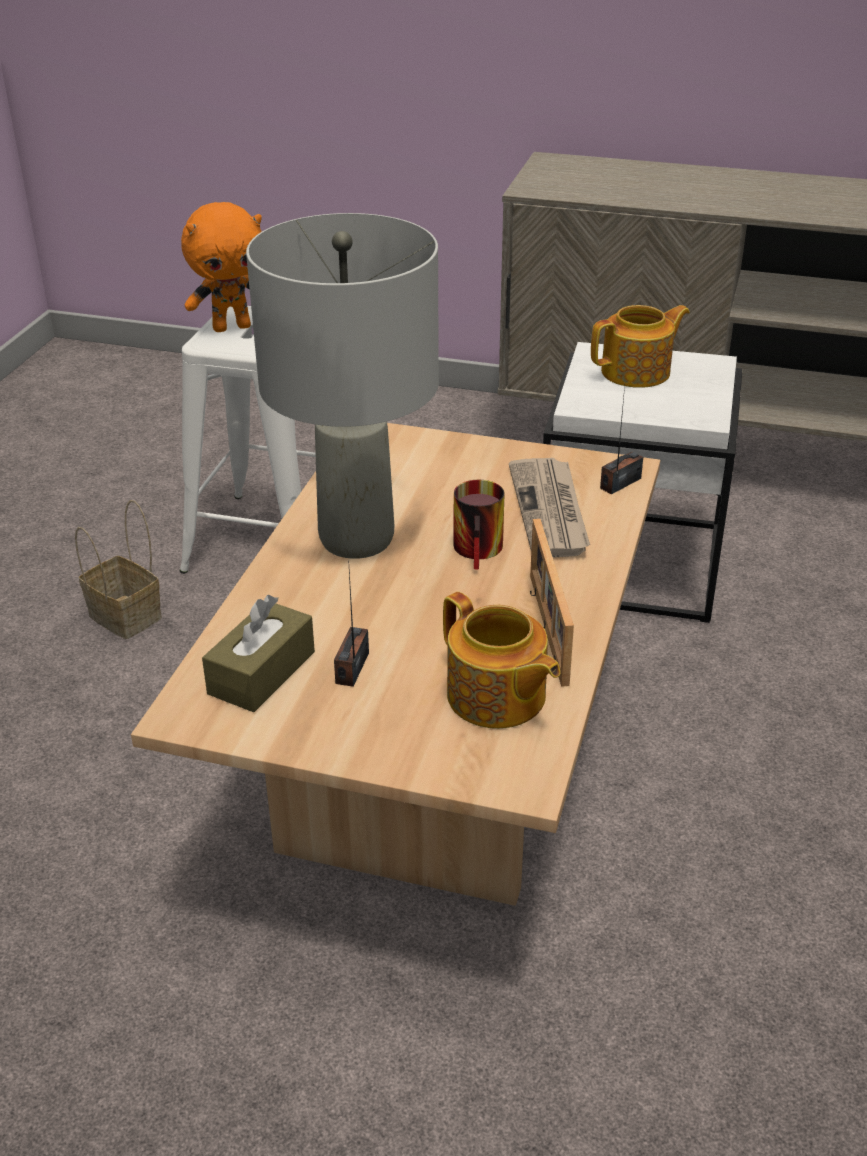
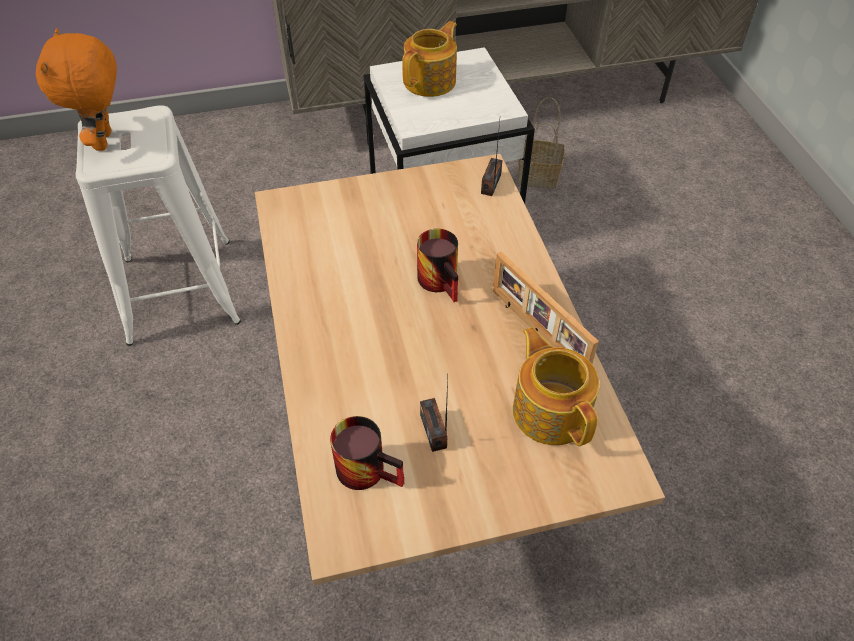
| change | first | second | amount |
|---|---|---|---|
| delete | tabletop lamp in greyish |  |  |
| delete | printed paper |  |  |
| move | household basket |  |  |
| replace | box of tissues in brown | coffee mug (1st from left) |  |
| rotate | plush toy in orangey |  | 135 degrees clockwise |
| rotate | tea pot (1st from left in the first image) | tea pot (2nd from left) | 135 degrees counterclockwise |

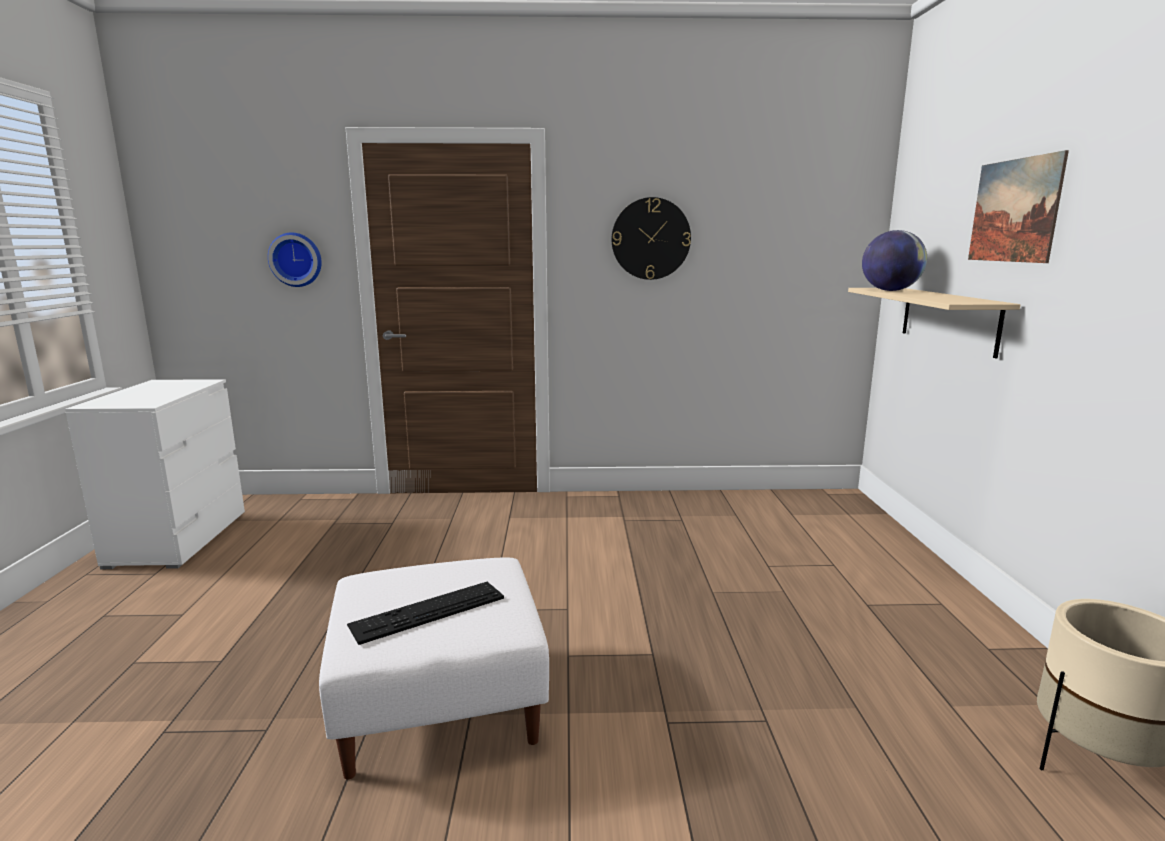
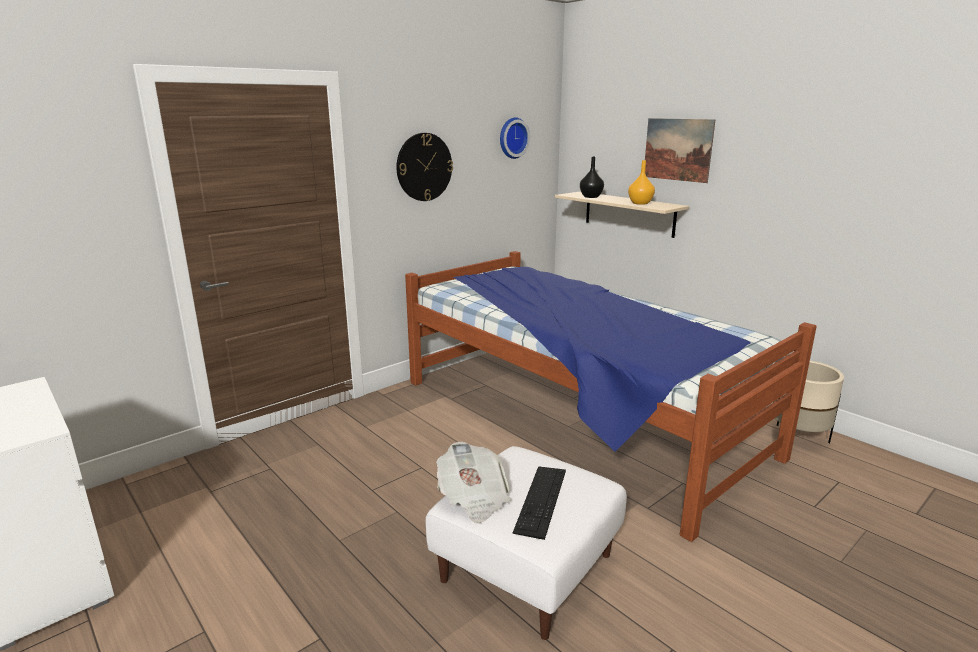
| change | first | second | amount |
|---|---|---|---|
| insert |  | sleeping bed |  |
| insert |  | printed paper |  |
| insert |  | vase in orangey |  |
| move | clock on the wall (1st from left in the first image) | clock on the wall (2nd from left) |  |
| replace | globe | vase in black |  |

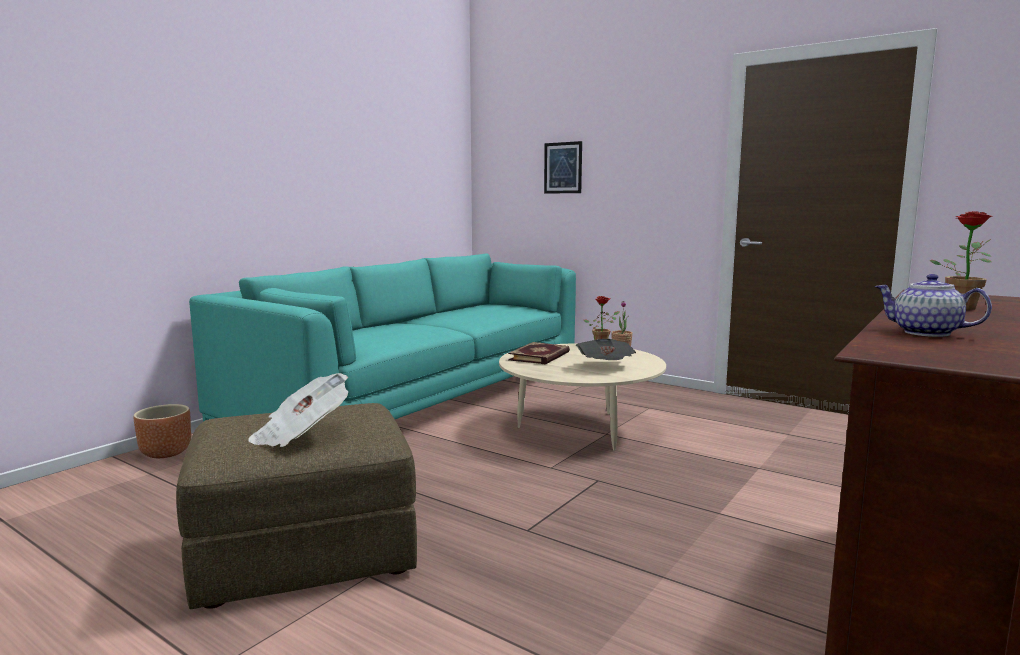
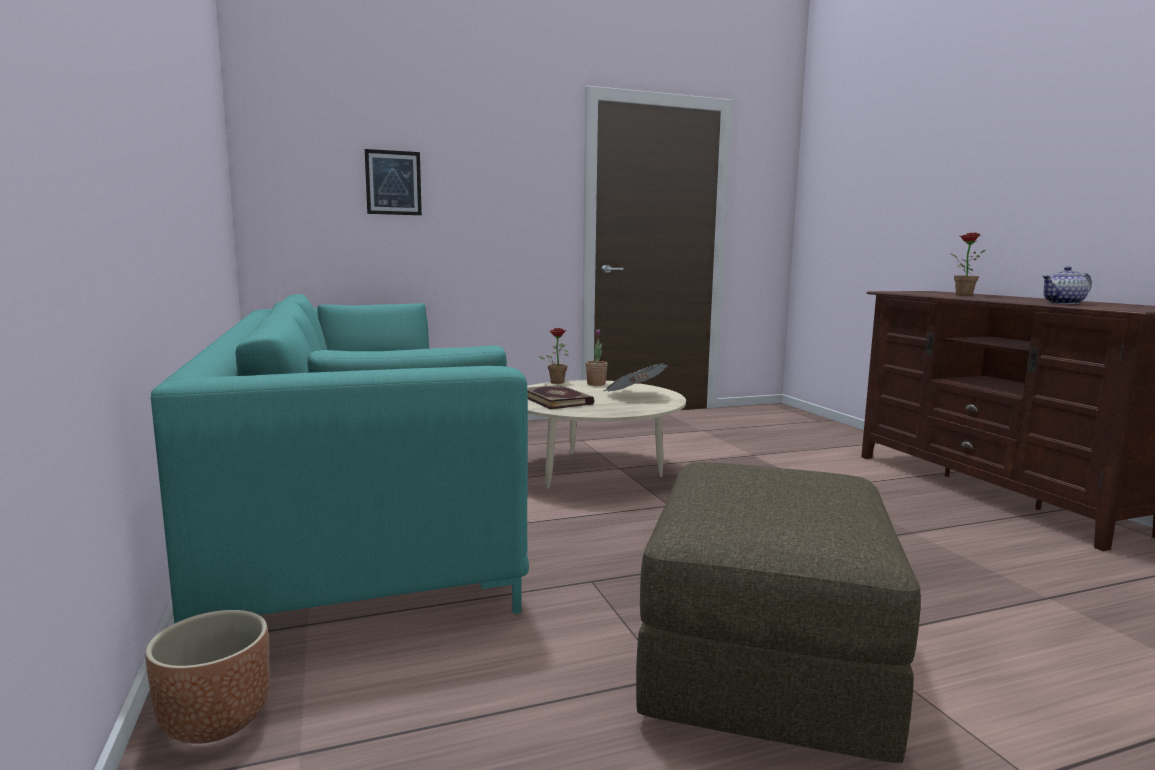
| change | first | second | amount |
|---|---|---|---|
| delete | printed paper (1st from left) |  |  |

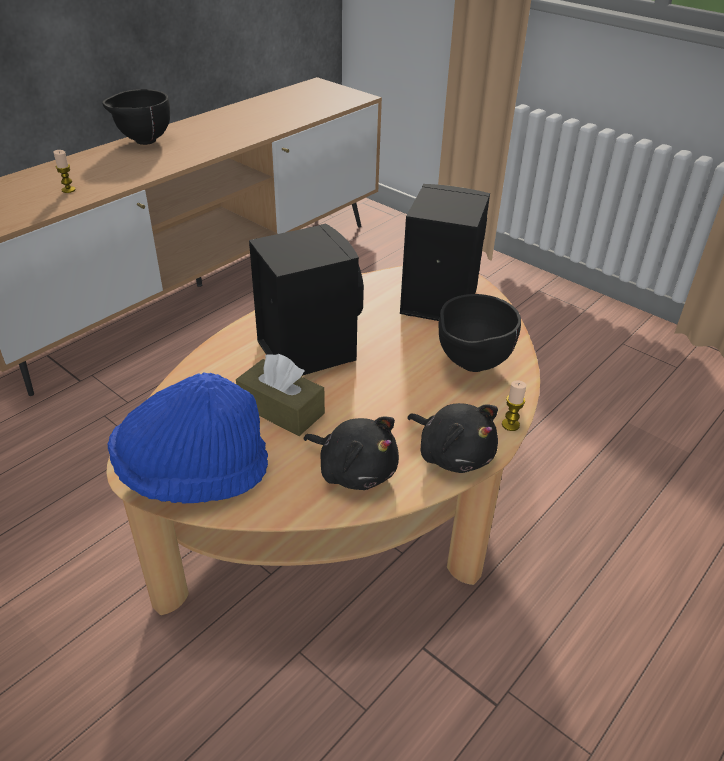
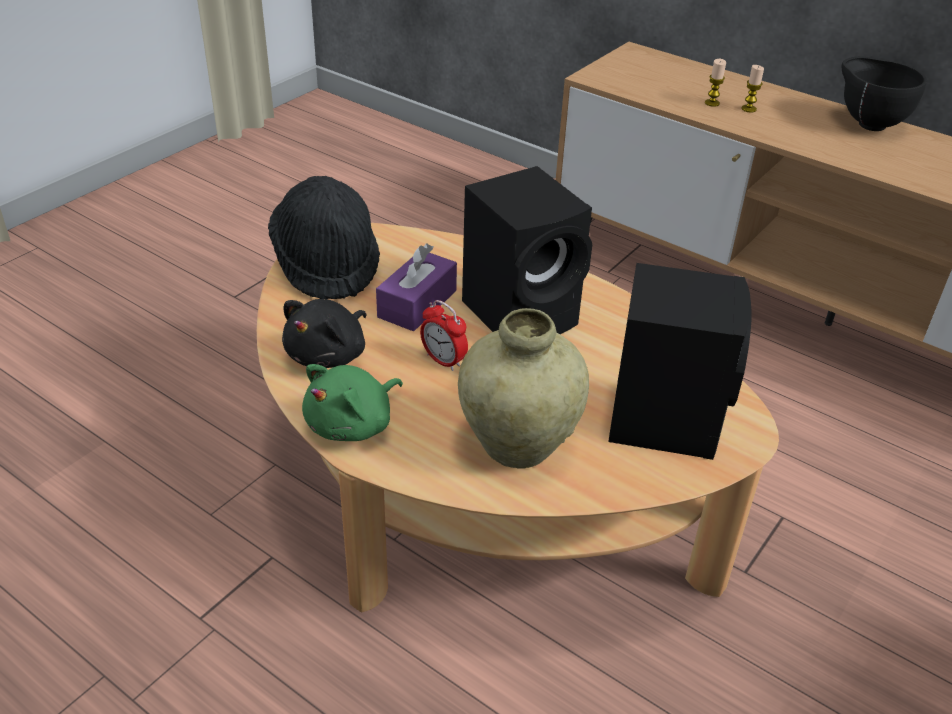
| change | first | second | amount |
|---|---|---|---|
| insert |  | alarm clock |  |
| move | wax light (2nd from left) |  |  |
| replace | serving bowl in black (2nd from left) | vase in beige-coloured |  |
| recolor | clothing hat in bluish | clothing hat in black |  |
| recolor | box of tissues in brown | box of tissues in purplish |  |
| recolor | plush toy in black (2nd from left) | plush toy in greenish |  |

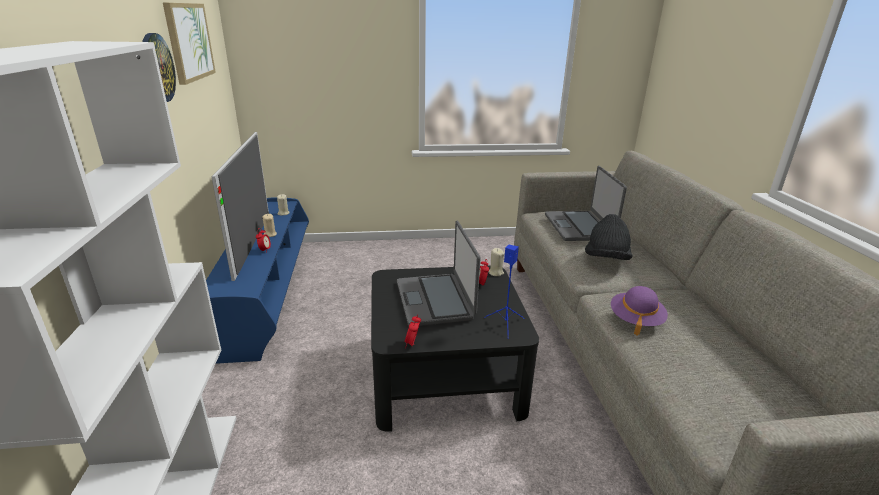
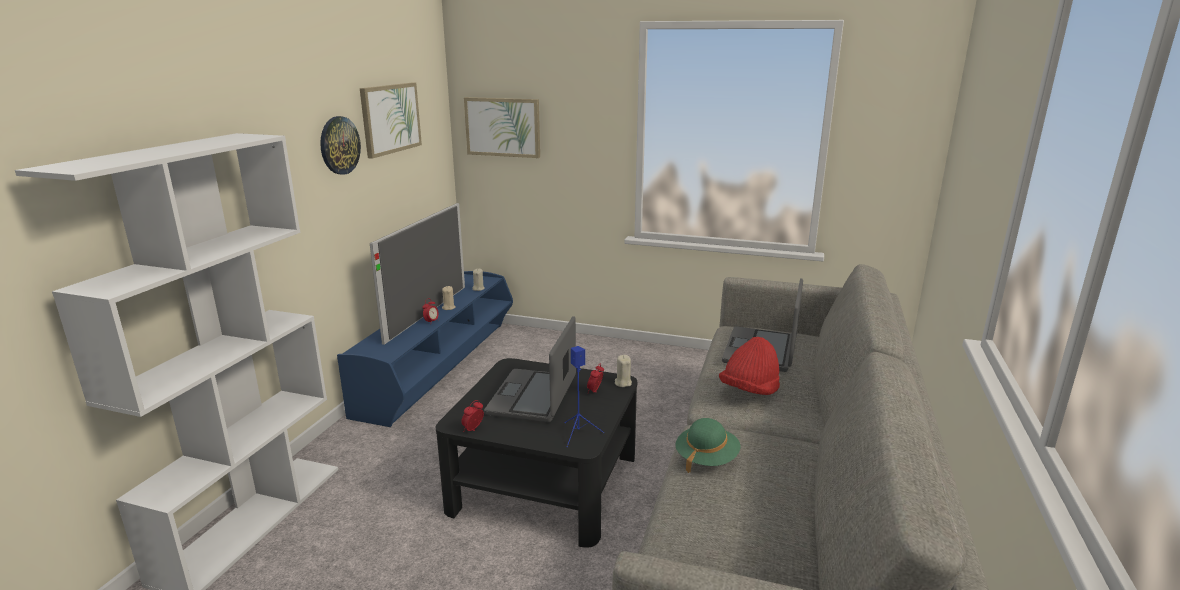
| change | first | second | amount |
|---|---|---|---|
| insert |  | wall picture (2nd from left) |  |
| recolor | clothing hat in black | clothing hat in red-coloured |  |
| recolor | clothing hat in purplish | clothing hat in greenish |  |

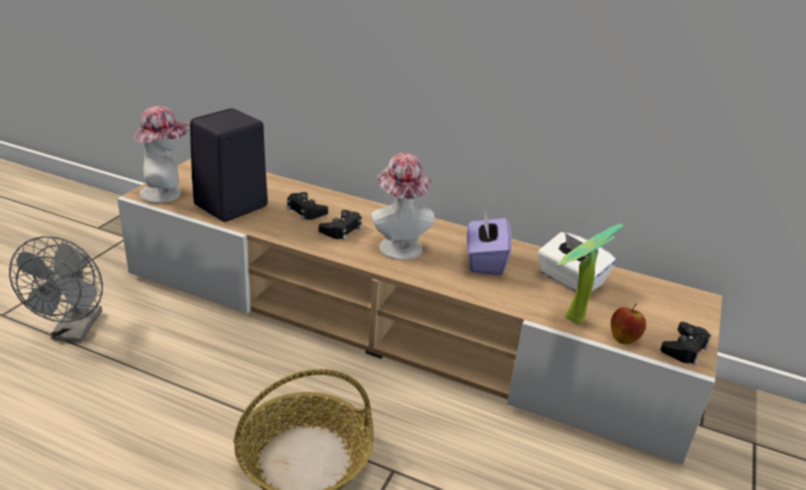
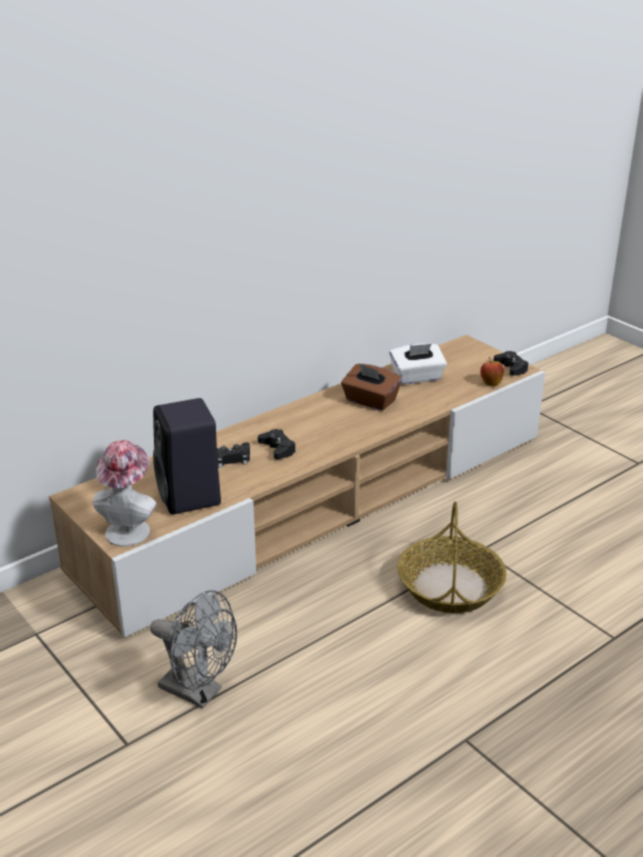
| change | first | second | amount |
|---|---|---|---|
| delete | clothing hat (2nd from left) |  |  |
| delete | plant in a pot |  |  |
| recolor | box of tissues in purplish | box of tissues in brown |  |

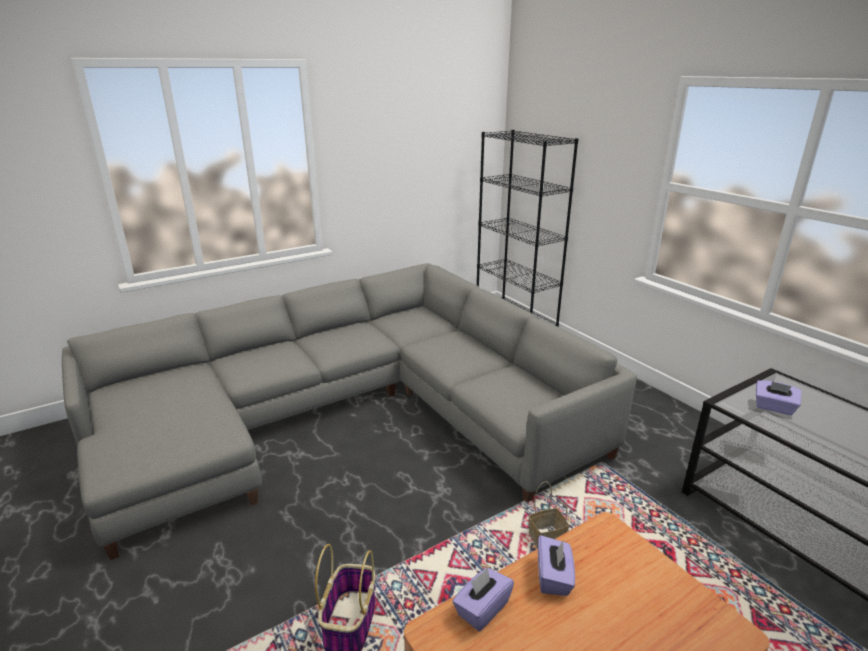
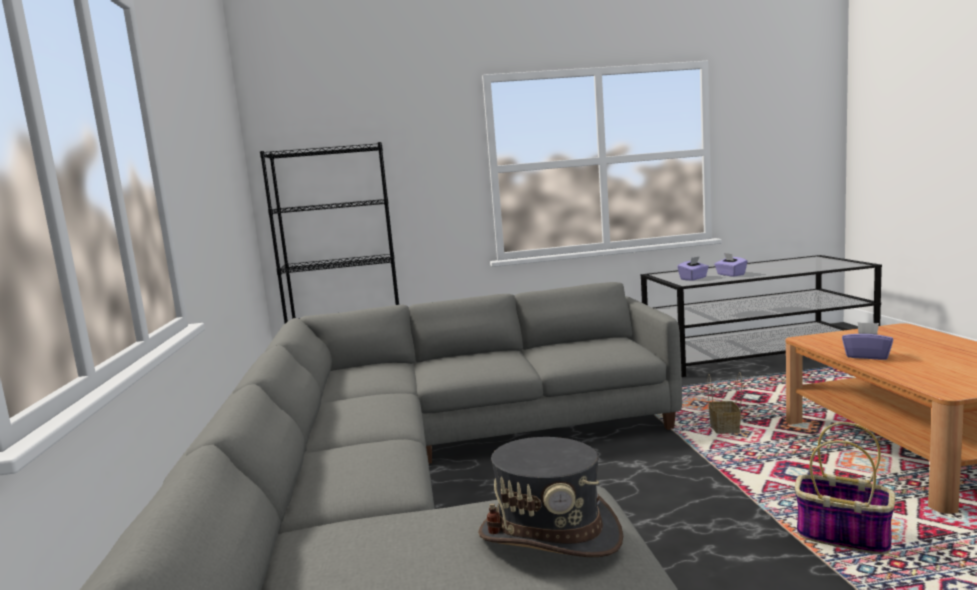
| change | first | second | amount |
|---|---|---|---|
| insert |  | clothing hat in greyish |  |
| move | box of tissues in purplish (1st from left in the first image) | box of tissues in purplish (2nd from left) |  |

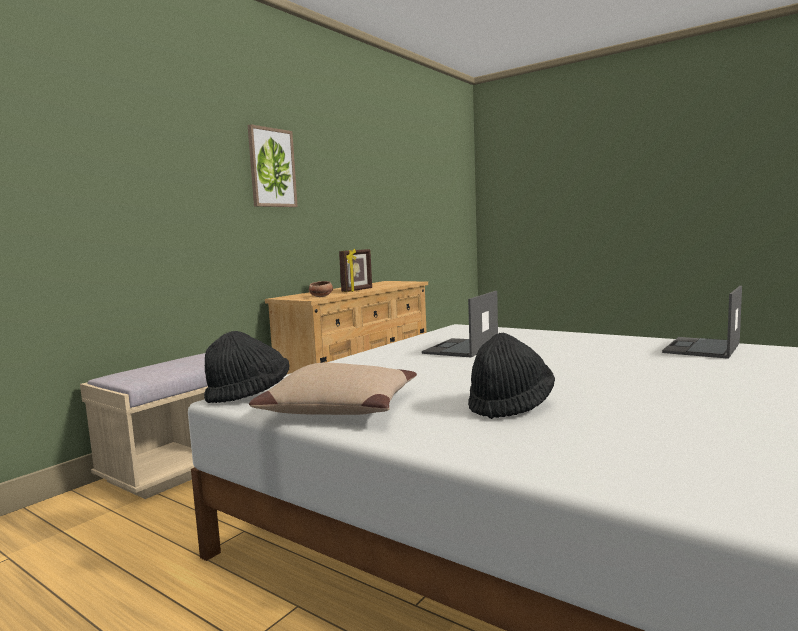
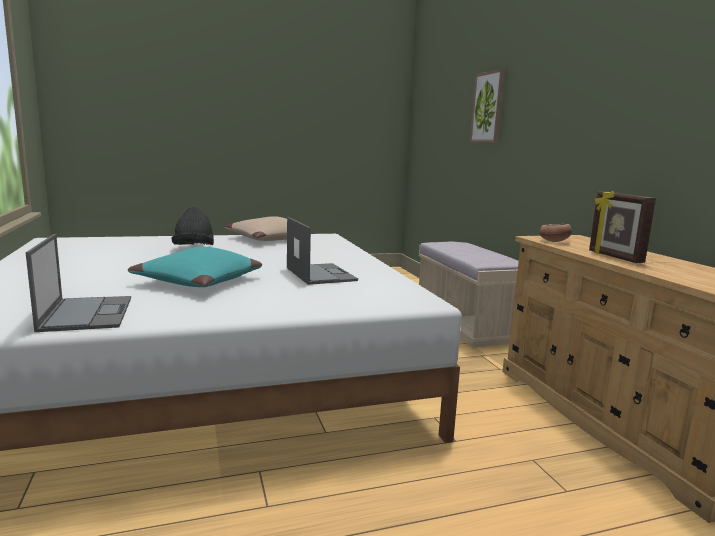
| change | first | second | amount |
|---|---|---|---|
| delete | clothing hat in black (1st from left) |  |  |
| insert |  | pillow in turquoise |  |
| move | wall picture |  |  |

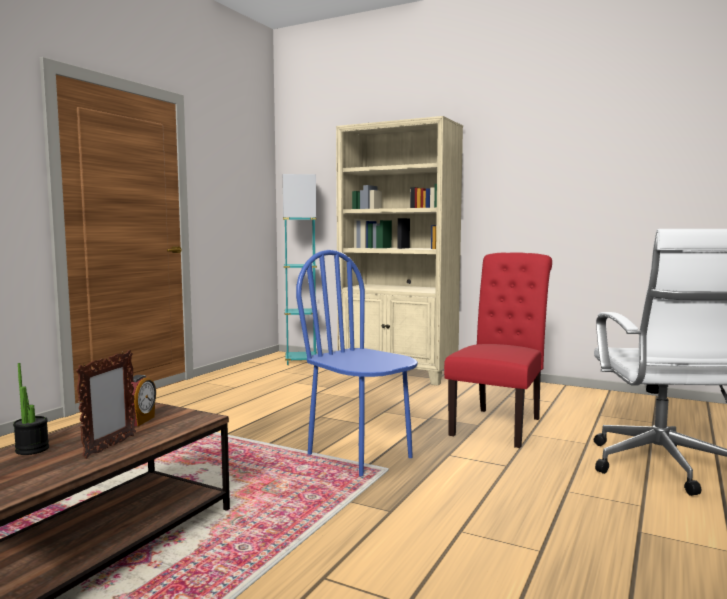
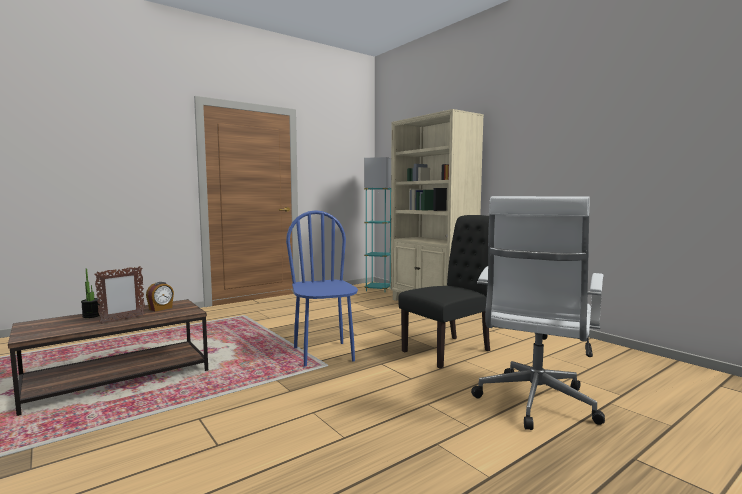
| change | first | second | amount |
|---|---|---|---|
| recolor | chair in red-coloured | chair in black |  |

